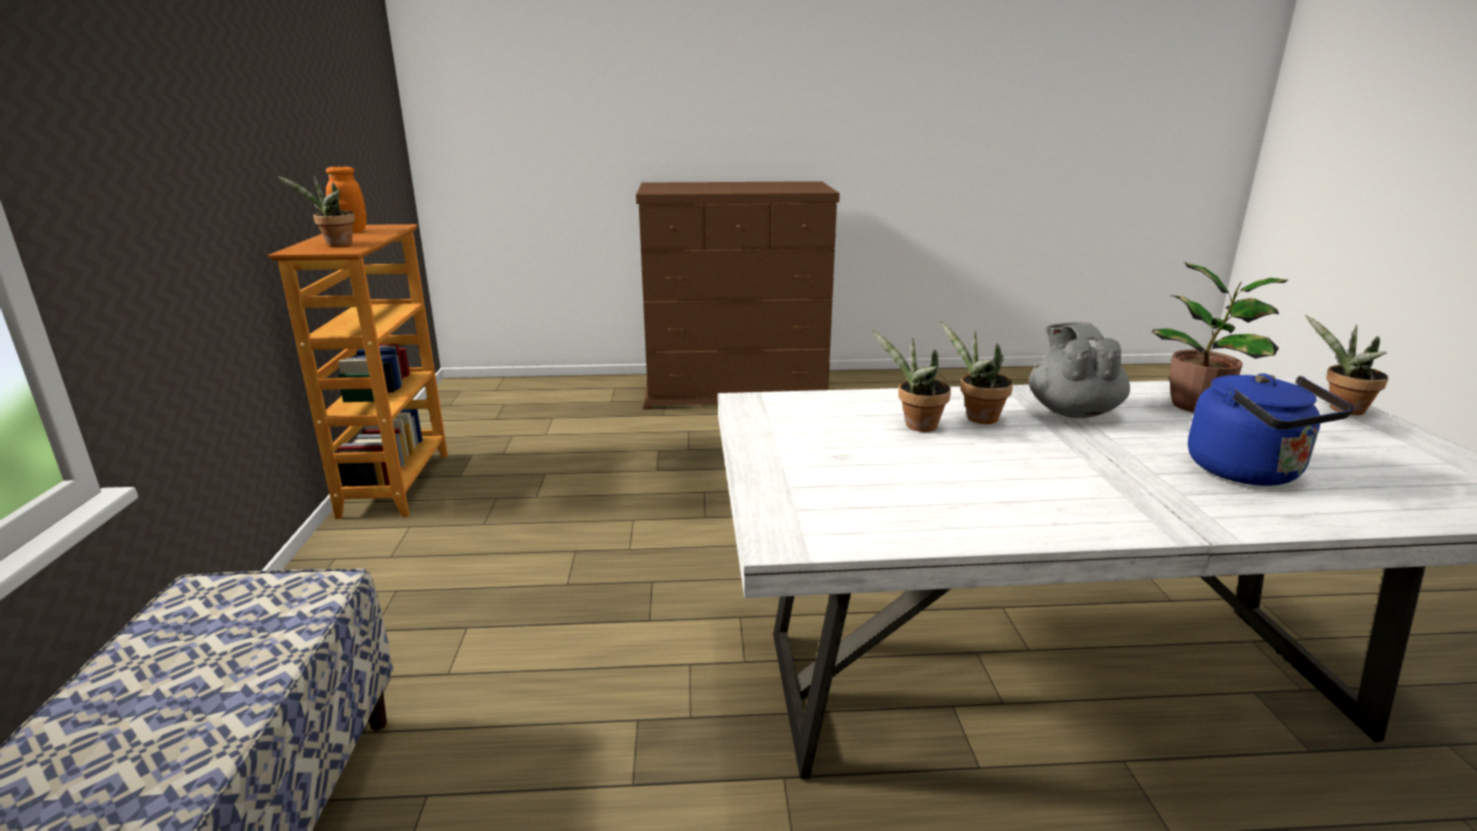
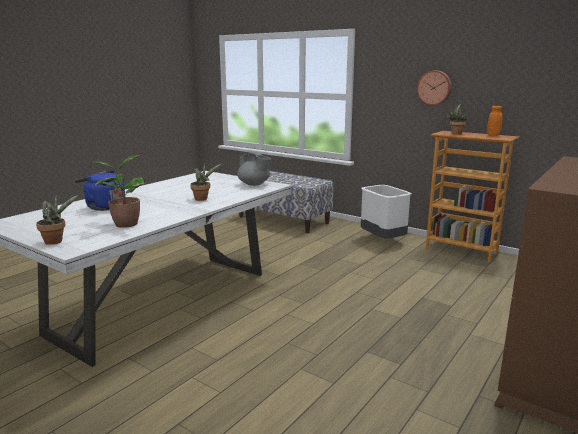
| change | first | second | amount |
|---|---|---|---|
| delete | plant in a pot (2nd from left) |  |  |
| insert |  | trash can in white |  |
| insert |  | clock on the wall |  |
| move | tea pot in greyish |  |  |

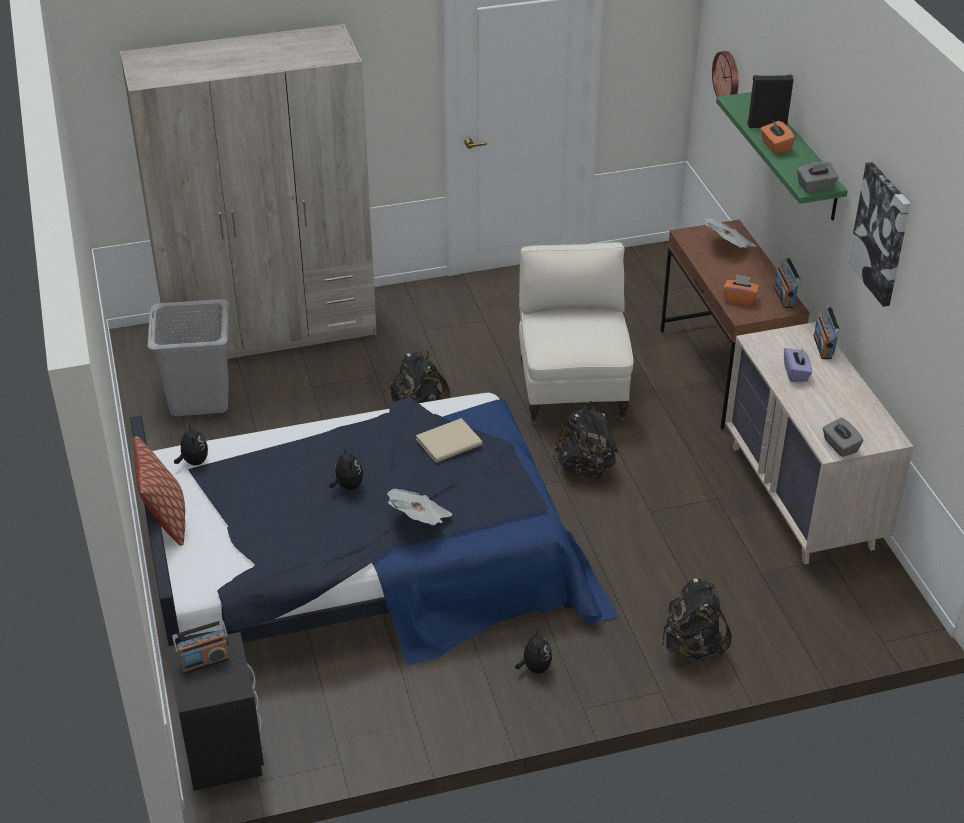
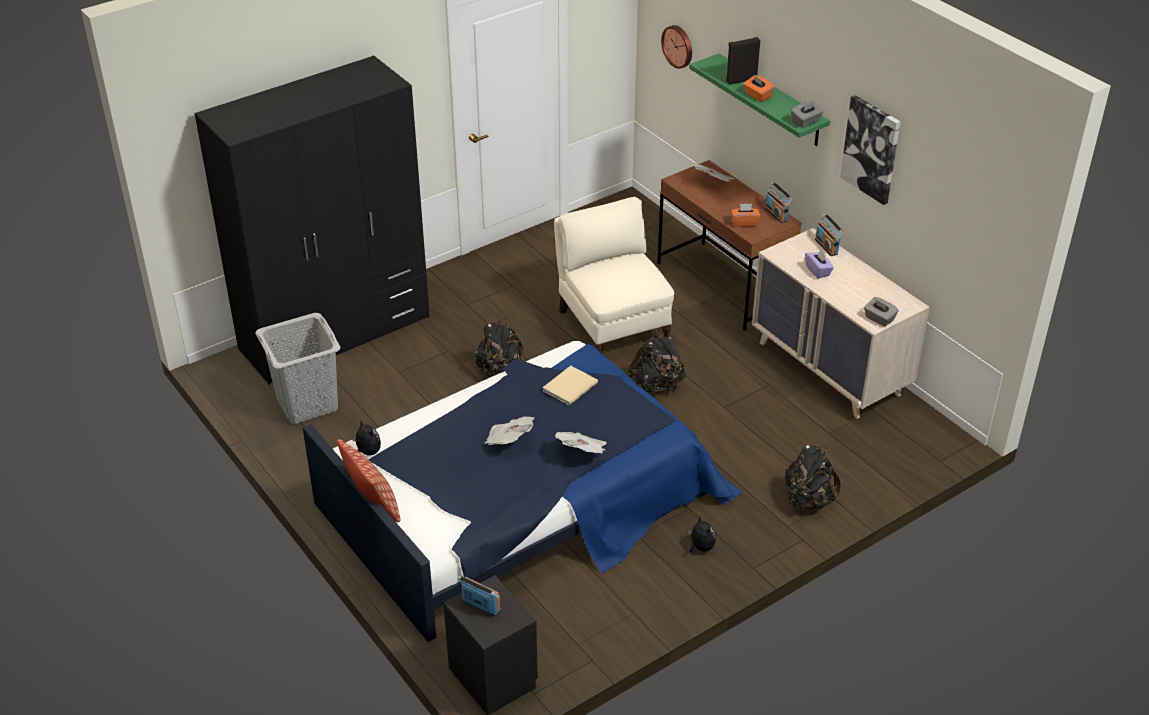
| change | first | second | amount |
|---|---|---|---|
| replace | plush toy (2nd from left) | printed paper (1st from left) |  |
| recolor | wardrobe in beige-coloured | wardrobe in black |  |
| rotate | radio (1st from left) |  | 105 degrees counterclockwise |

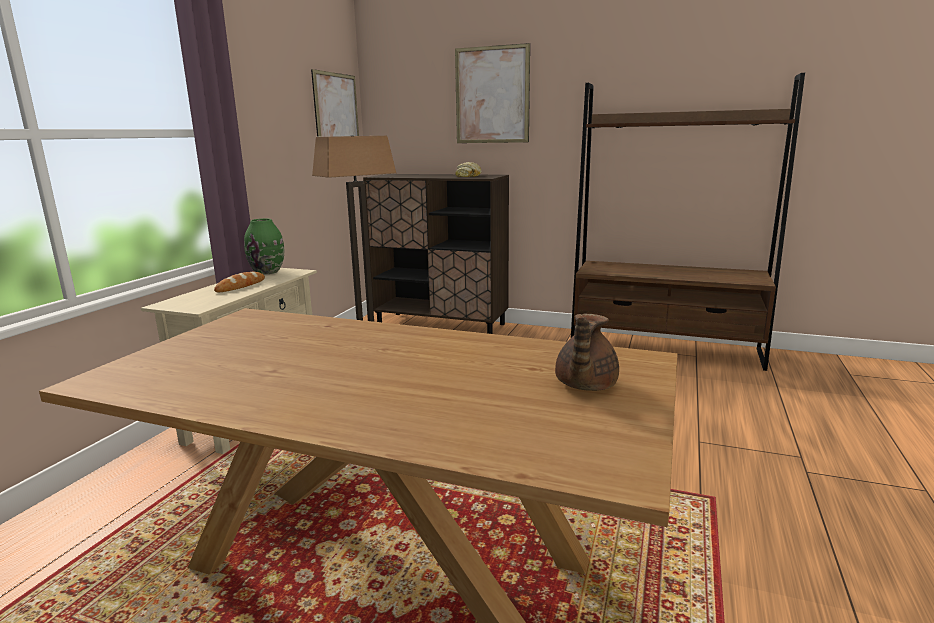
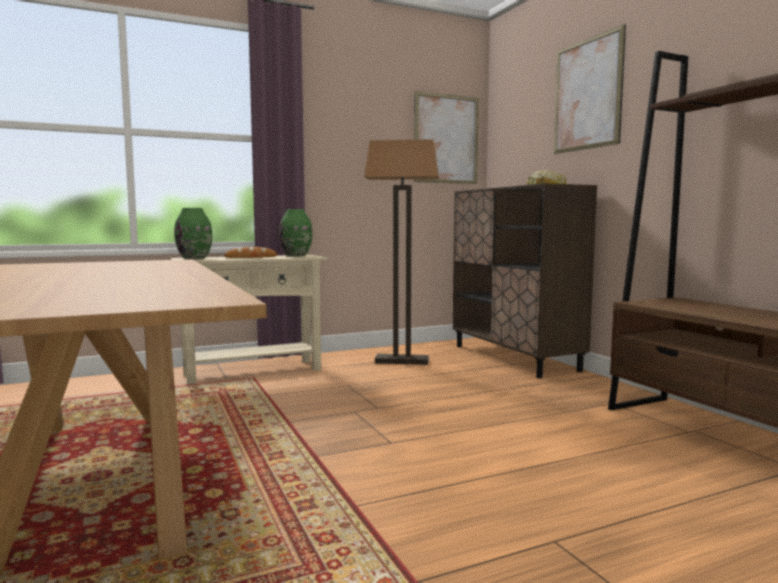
| change | first | second | amount |
|---|---|---|---|
| delete | tea pot in brown |  |  |
| insert |  | vase in greenish (1st from left) |  |

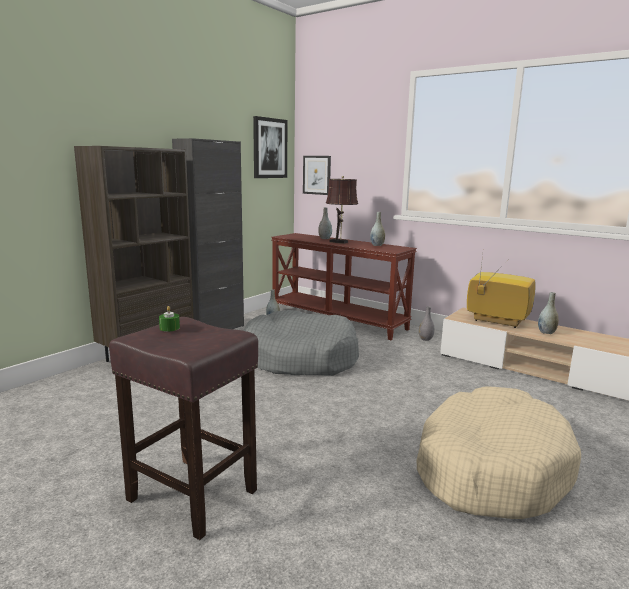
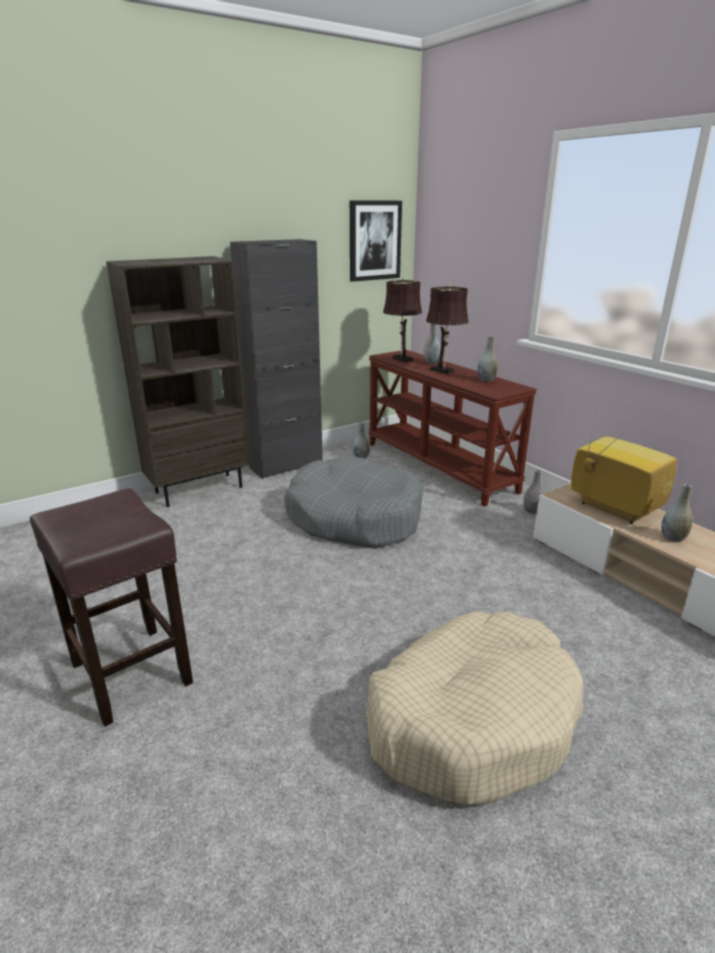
| change | first | second | amount |
|---|---|---|---|
| delete | wax light in greenish |  |  |
| delete | wall picture (2nd from left) |  |  |
| insert |  | tabletop lamp in brown (1st from left) |  |

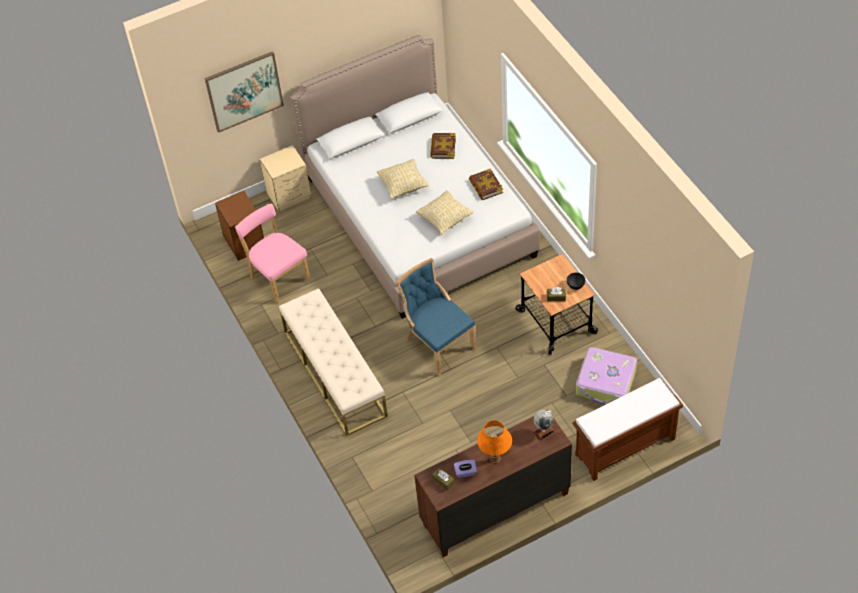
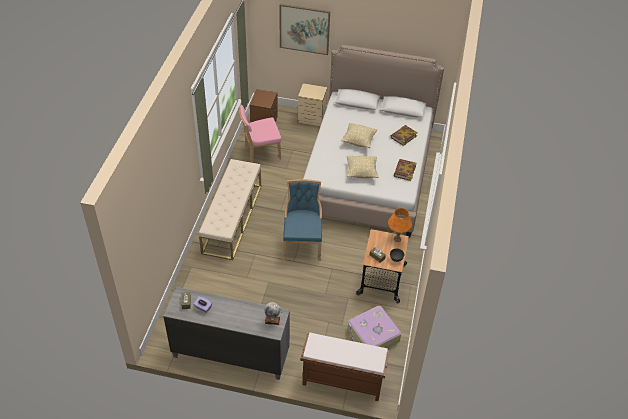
| change | first | second | amount |
|---|---|---|---|
| move | tabletop lamp in orangey |  |  |
| recolor | drawer chest in brown | drawer chest in greyish |  |
| rotate | chair in pink-coloured |  | 105 degrees counterclockwise |

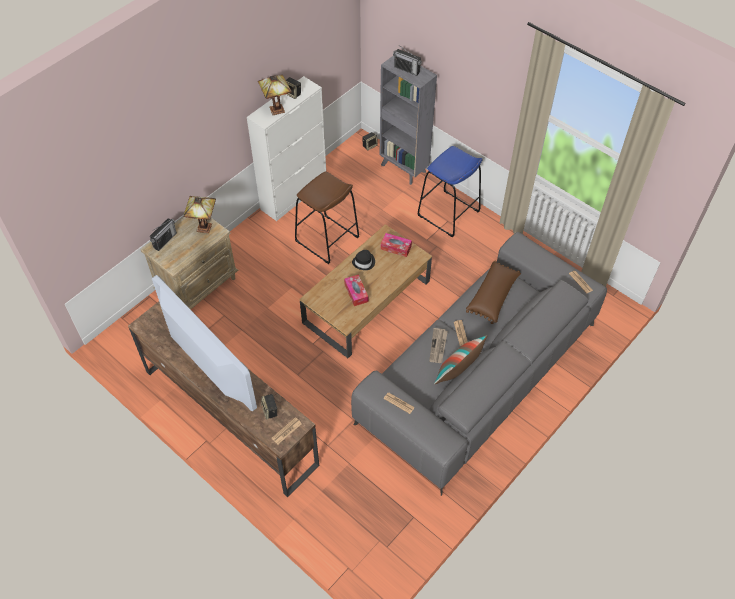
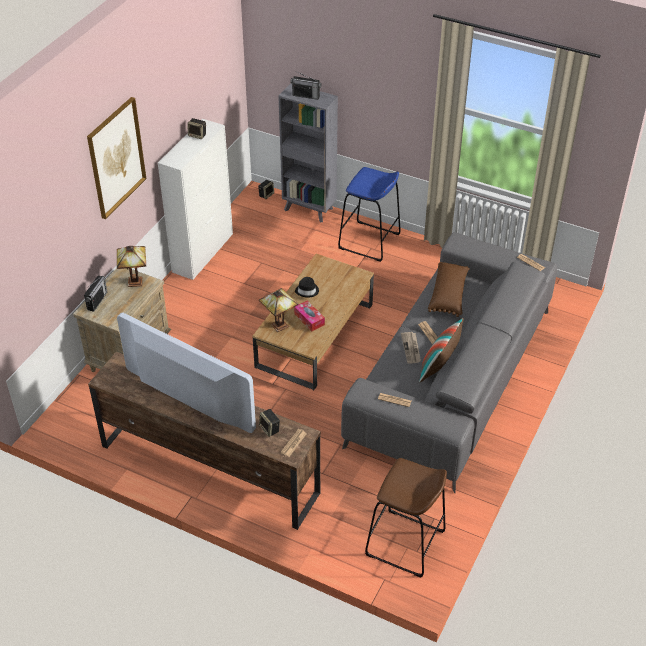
| change | first | second | amount |
|---|---|---|---|
| delete | box of tissues (2nd from left) |  |  |
| insert |  | wall picture |  |
| move | tabletop lamp (2nd from left) |  |  |
| move | stool in brown |  |  |

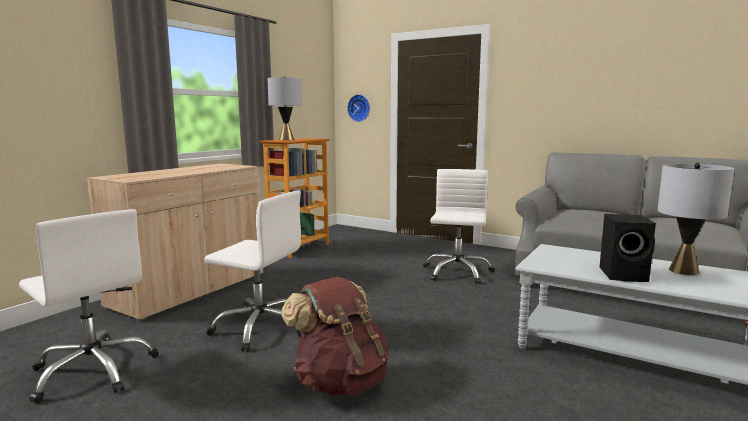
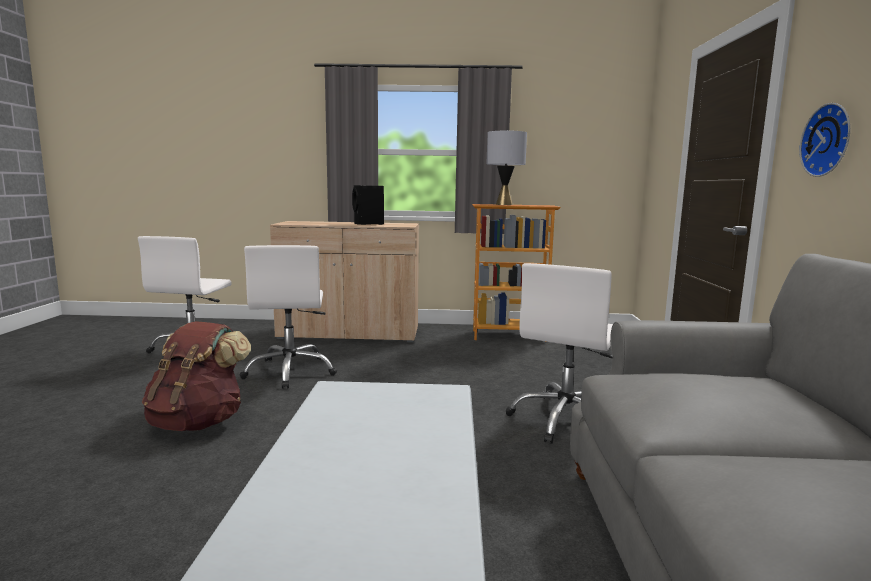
| change | first | second | amount |
|---|---|---|---|
| delete | tabletop lamp in greyish (2nd from left) |  |  |
| move | clock on the wall |  |  |
| move | loudspeaker in black |  |  |
| rotate | office chair in white (3rd from left) |  | 135 degrees clockwise |

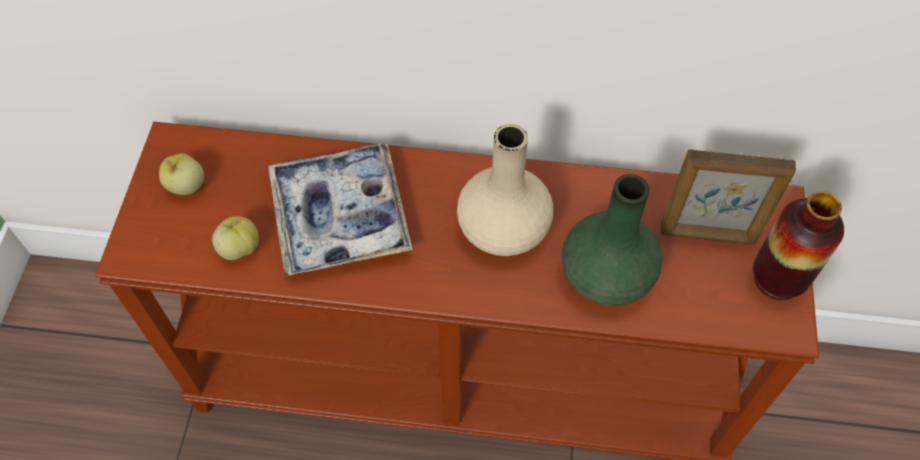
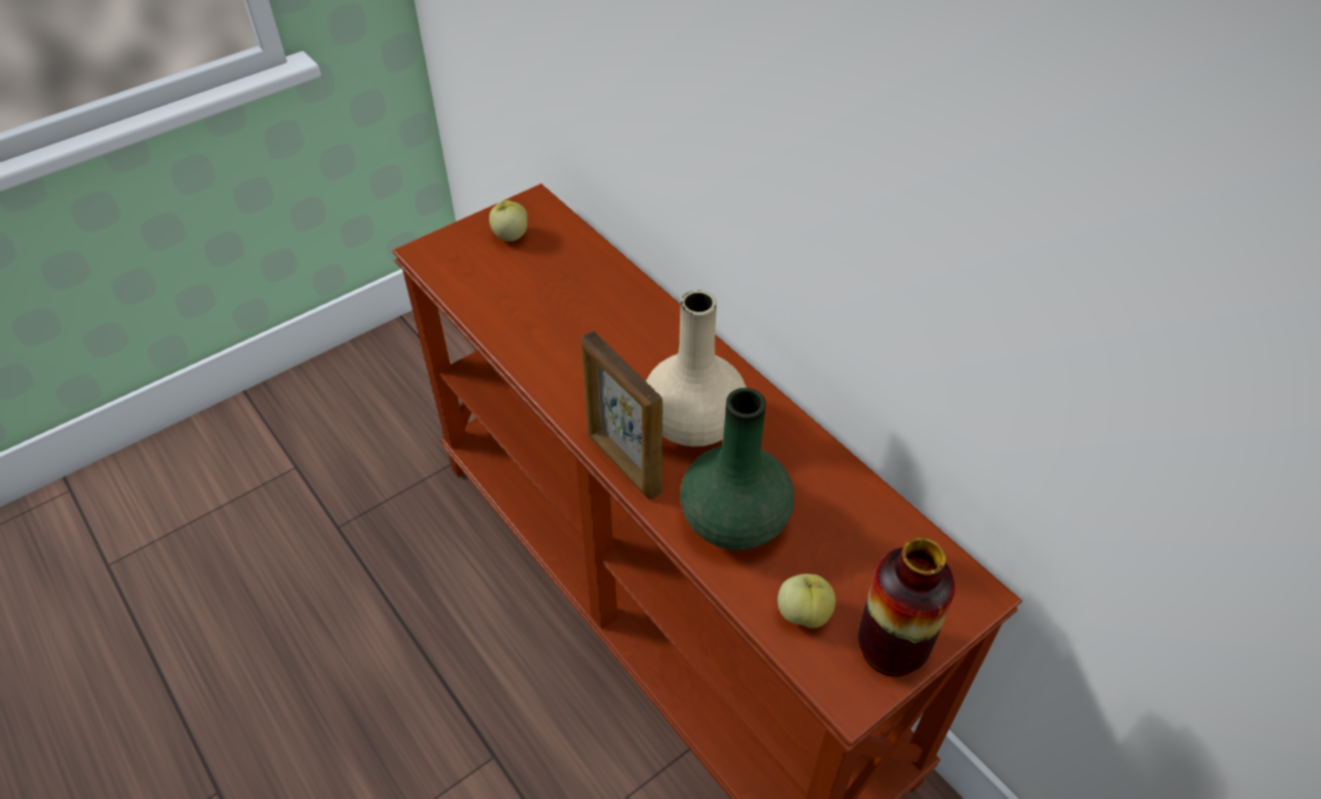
| change | first | second | amount |
|---|---|---|---|
| delete | tray |  |  |
| move | apple fruit (2nd from left) |  |  |
| move | photo frame |  |  |

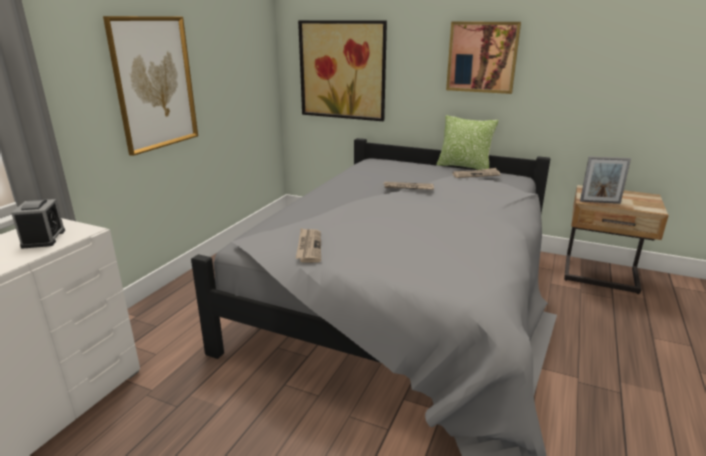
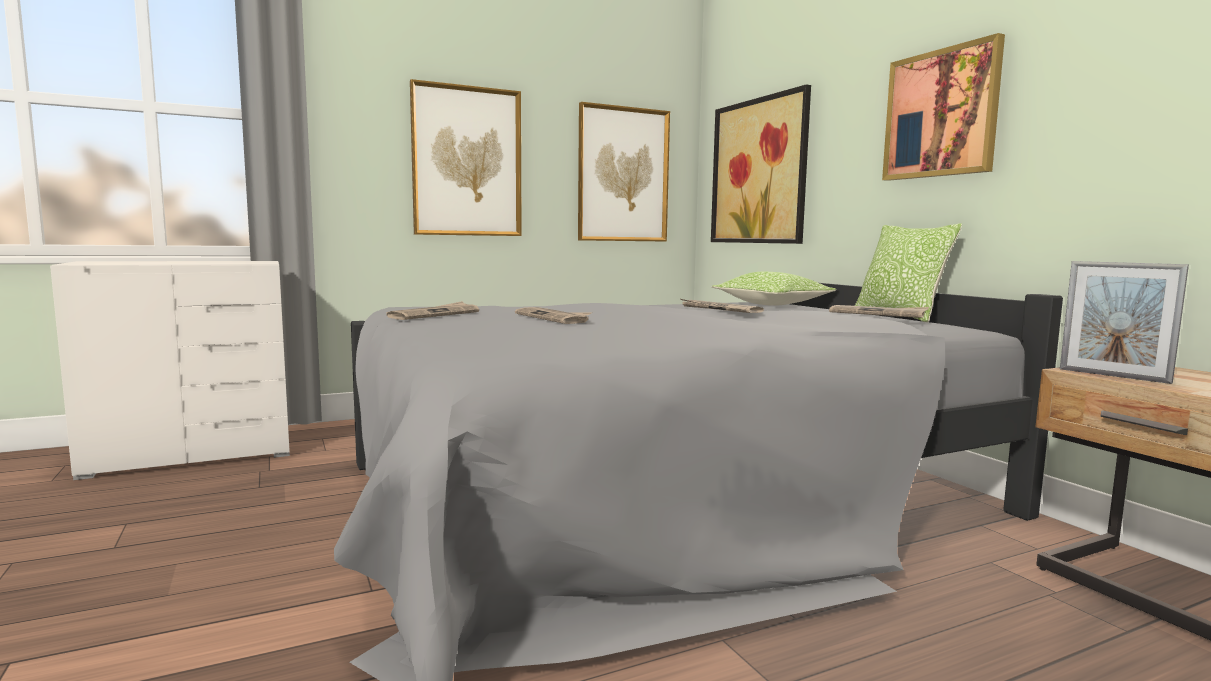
| change | first | second | amount |
|---|---|---|---|
| delete | alarm clock |  |  |
| insert |  | printed paper (2nd from left) |  |
| insert |  | wall picture (2nd from left) |  |
| insert |  | pillow (1st from left) |  |

